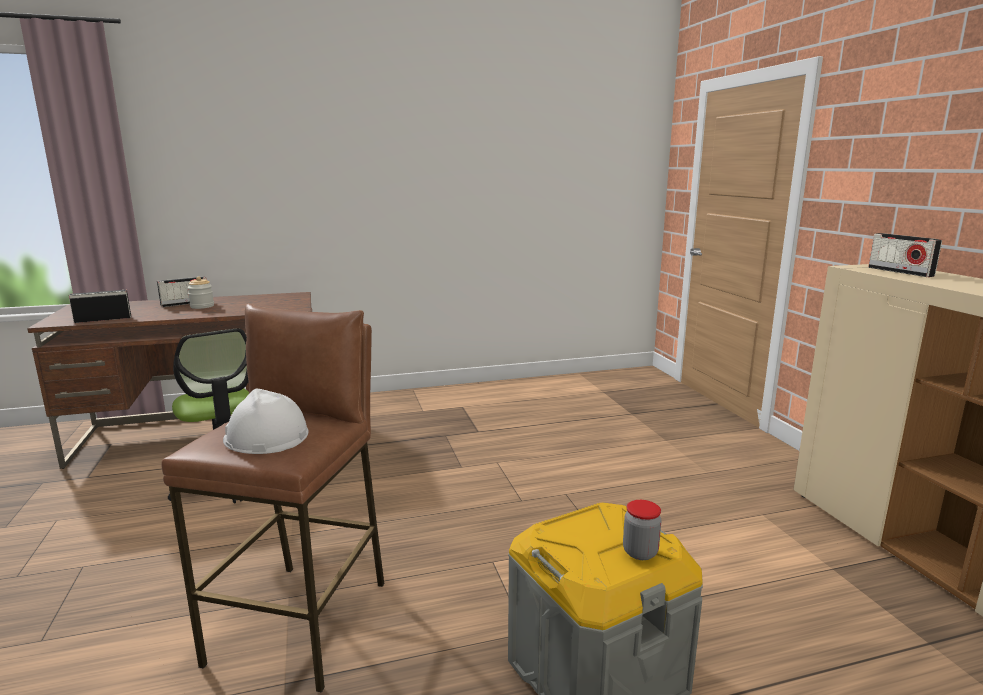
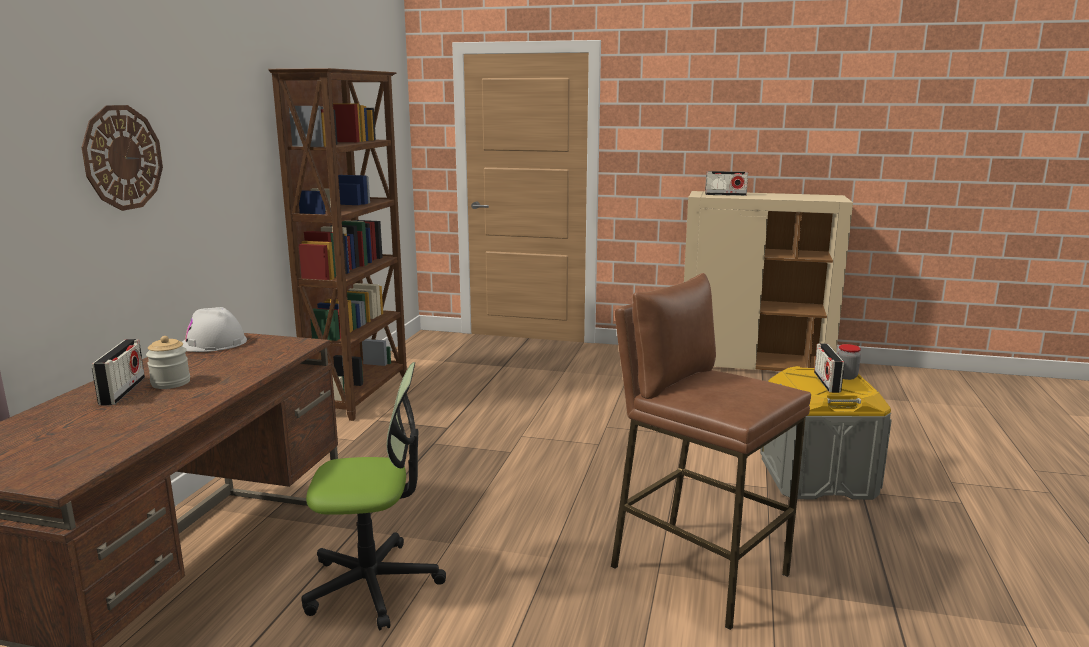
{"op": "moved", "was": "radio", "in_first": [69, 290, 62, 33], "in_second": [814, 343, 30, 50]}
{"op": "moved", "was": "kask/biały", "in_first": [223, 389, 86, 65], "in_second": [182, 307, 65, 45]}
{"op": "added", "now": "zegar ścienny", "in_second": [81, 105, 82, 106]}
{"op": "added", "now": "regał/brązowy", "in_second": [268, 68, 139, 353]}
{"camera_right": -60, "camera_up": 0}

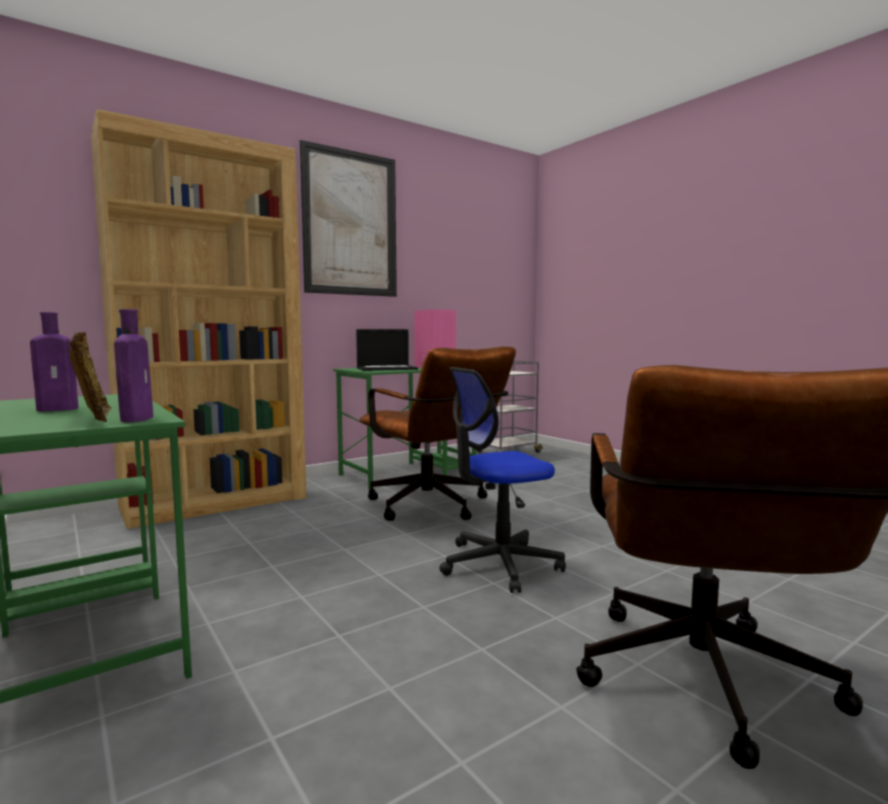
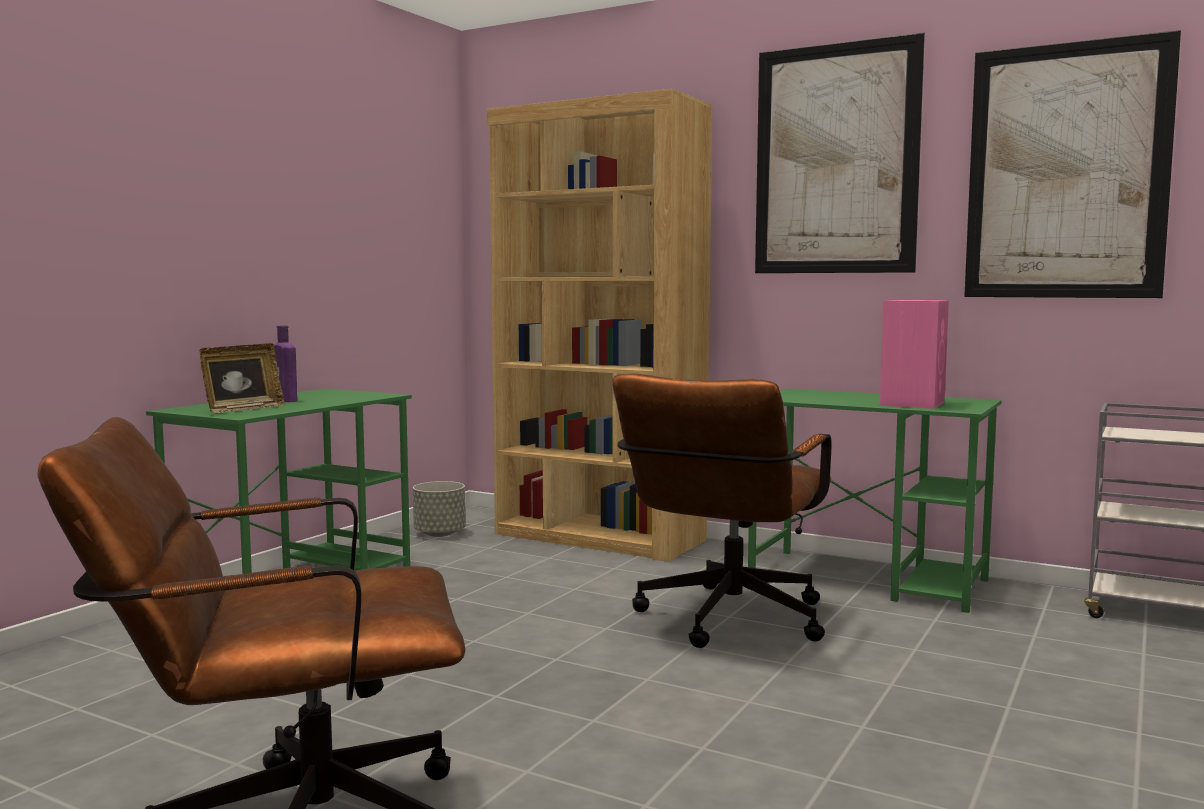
{"op": "removed", "was": "butelka/fioletowy", "in_first": [114, 309, 39, 113]}
{"op": "removed", "was": "laptop", "in_first": [356, 329, 62, 42]}
{"op": "removed", "was": "krzesło biurowe", "in_first": [439, 367, 127, 226]}
{"op": "added", "now": "donica/szary", "in_second": [413, 481, 53, 56]}
{"op": "added", "now": "obraz", "in_second": [964, 30, 217, 268]}
{"camera_right": 65, "camera_up": 0}

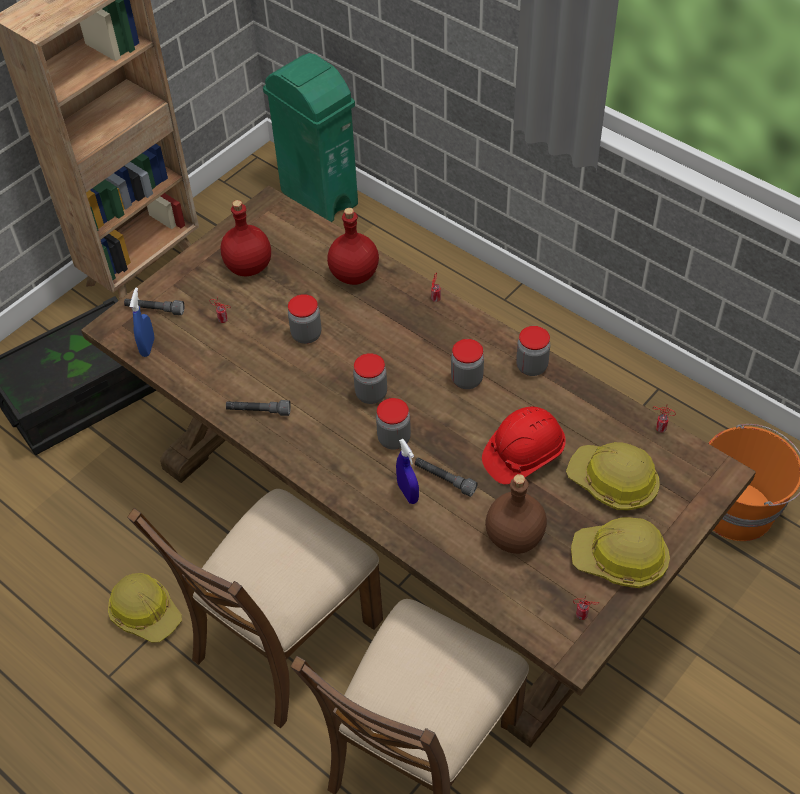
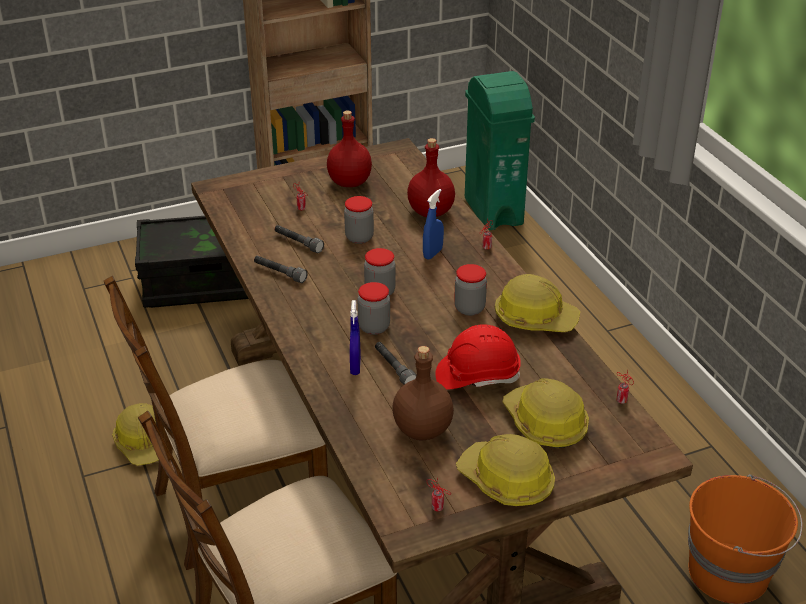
{"op": "moved", "was": "latarka/szary", "in_first": [124, 299, 60, 16], "in_second": [275, 225, 49, 28]}
{"op": "moved", "was": "spryskiwacz/niebieski", "in_first": [130, 288, 25, 69], "in_second": [423, 189, 21, 71]}
{"op": "replaced", "was": "słoik", "now": "kask", "in_first": [516, 326, 34, 50], "in_second": [495, 274, 85, 58]}
{"camera_right": 25, "camera_up": -15}

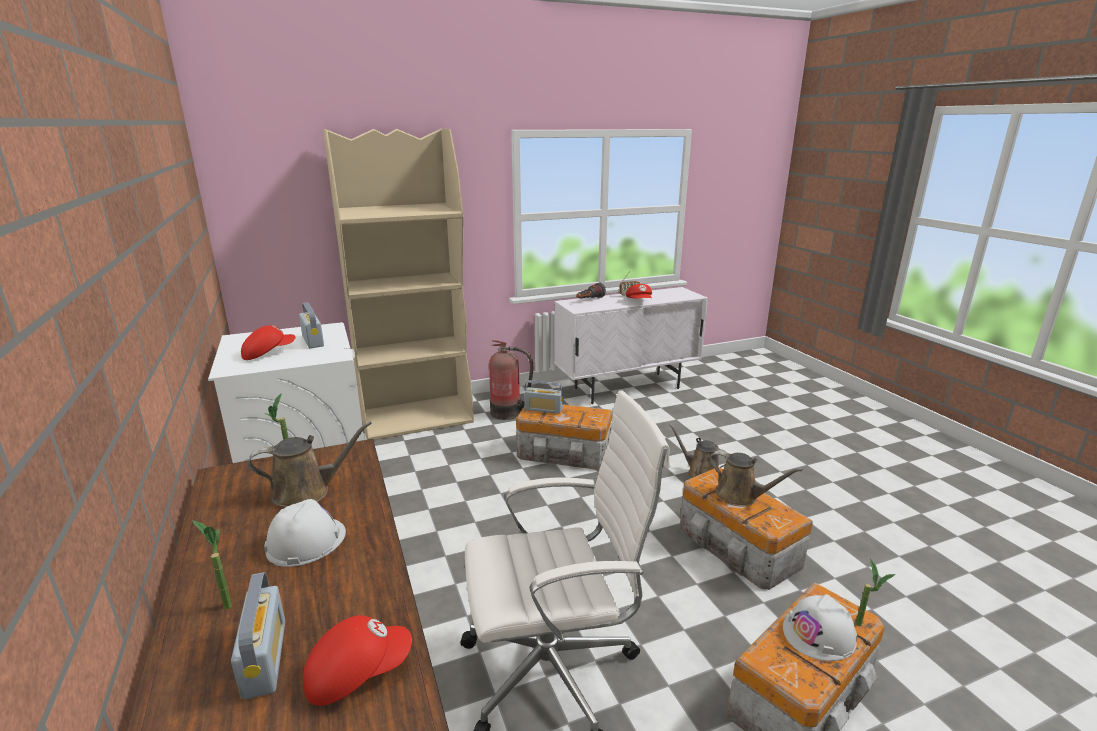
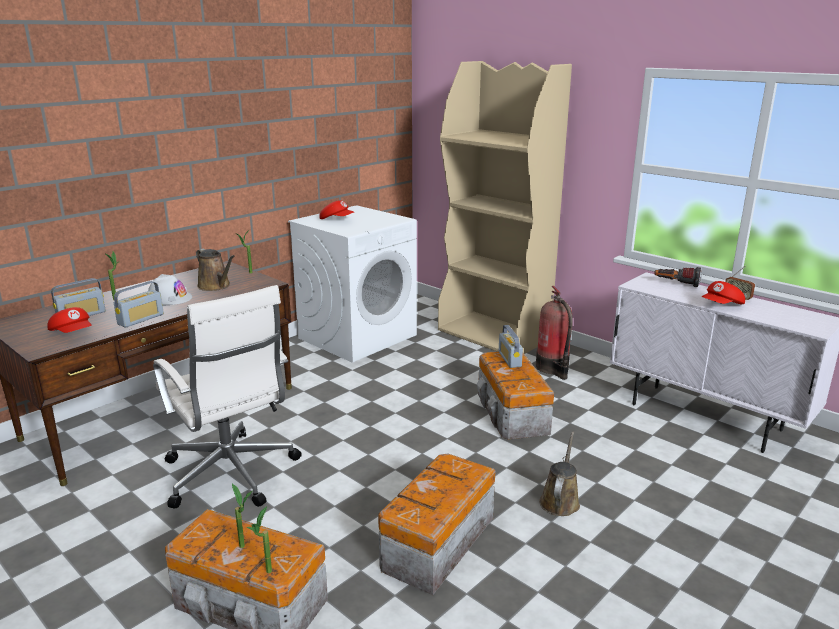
{"op": "moved", "was": "radio", "in_first": [299, 302, 25, 46], "in_second": [114, 281, 50, 47]}
{"op": "removed", "was": "konewka/brązowy", "in_first": [709, 451, 94, 56]}
{"op": "replaced", "was": "kask/biały", "now": "roślina doniczkowa", "in_first": [783, 594, 74, 67], "in_second": [232, 484, 20, 64]}
{"camera_right": 65, "camera_up": 0}

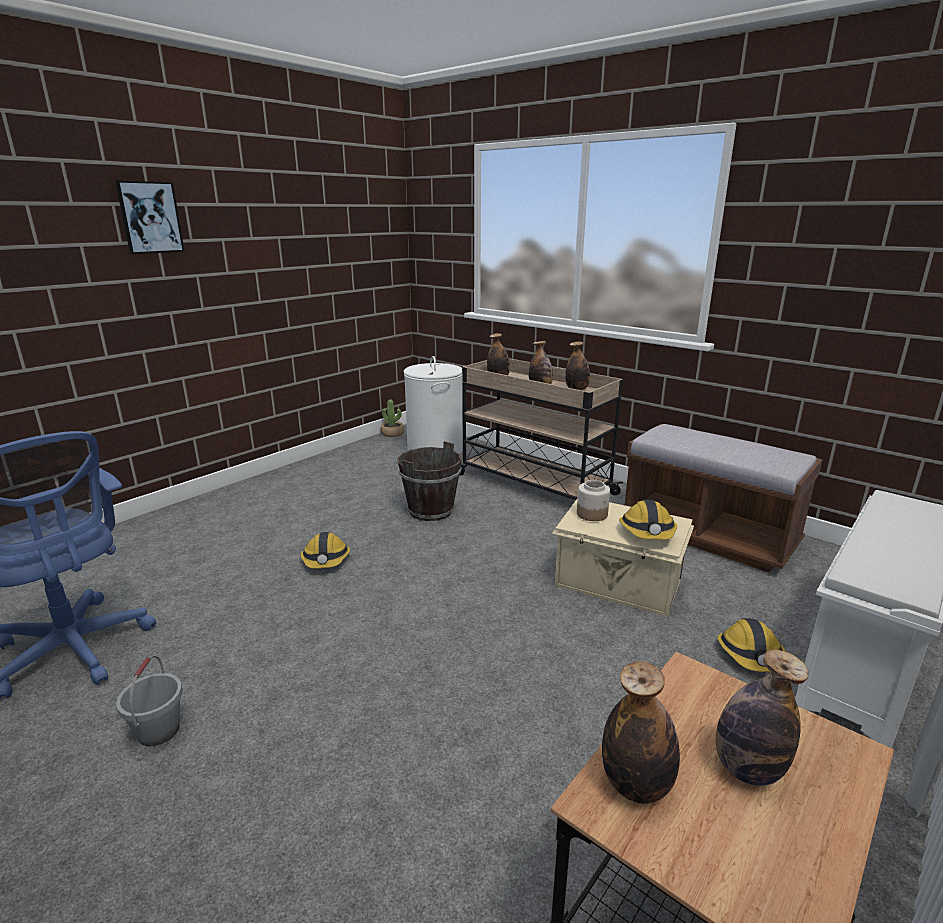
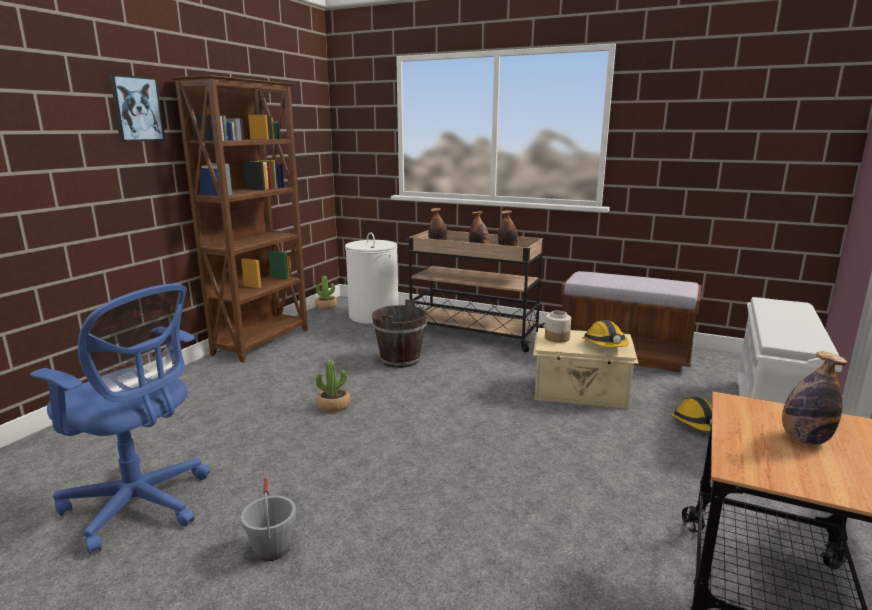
{"op": "replaced", "was": "kask", "now": "roślina doniczkowa", "in_first": [300, 532, 50, 37], "in_second": [316, 360, 34, 52]}
{"op": "removed", "was": "butelka", "in_first": [602, 661, 78, 143]}
{"op": "added", "now": "regał/brązowy", "in_second": [171, 75, 137, 287]}
{"camera_right": -15, "camera_up": -5}

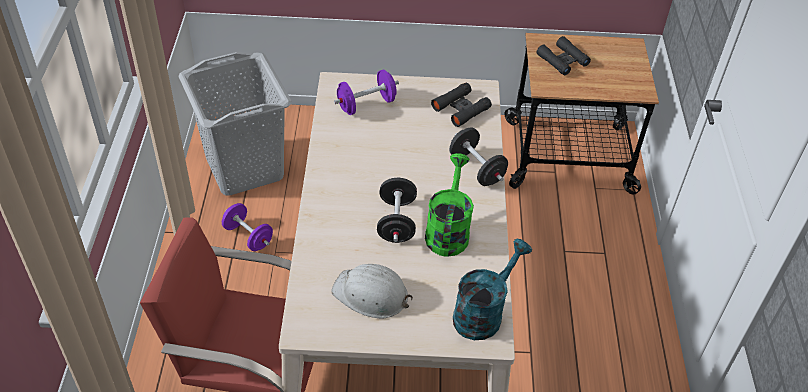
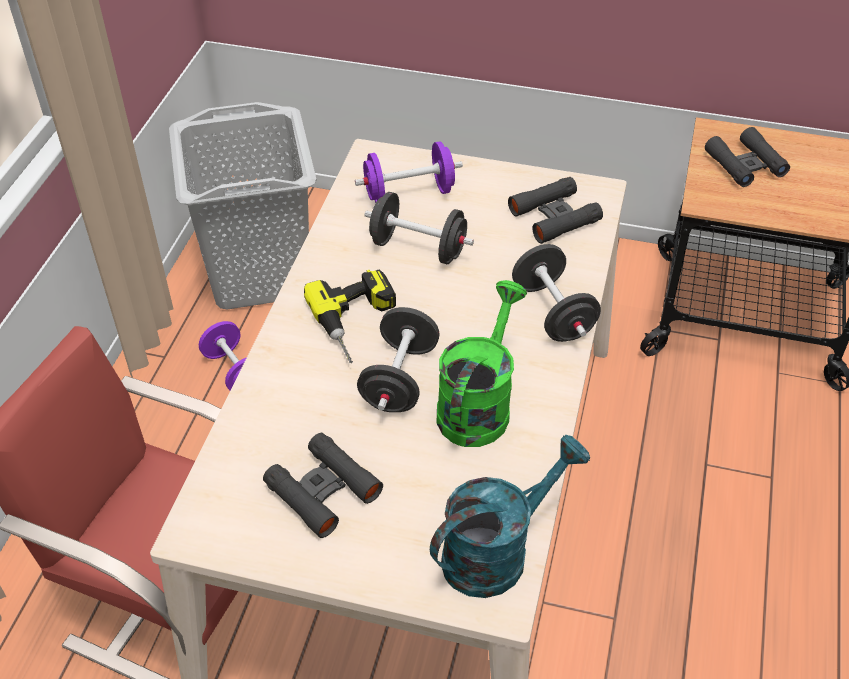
{"op": "replaced", "was": "kask/biały", "now": "lornetka/czarny", "in_first": [331, 264, 82, 54], "in_second": [263, 433, 120, 105]}
{"op": "added", "now": "wiertarka", "in_second": [304, 270, 92, 93]}
{"op": "added", "now": "hantel/czarny", "in_second": [364, 192, 110, 72]}
{"camera_right": 15, "camera_up": 0}

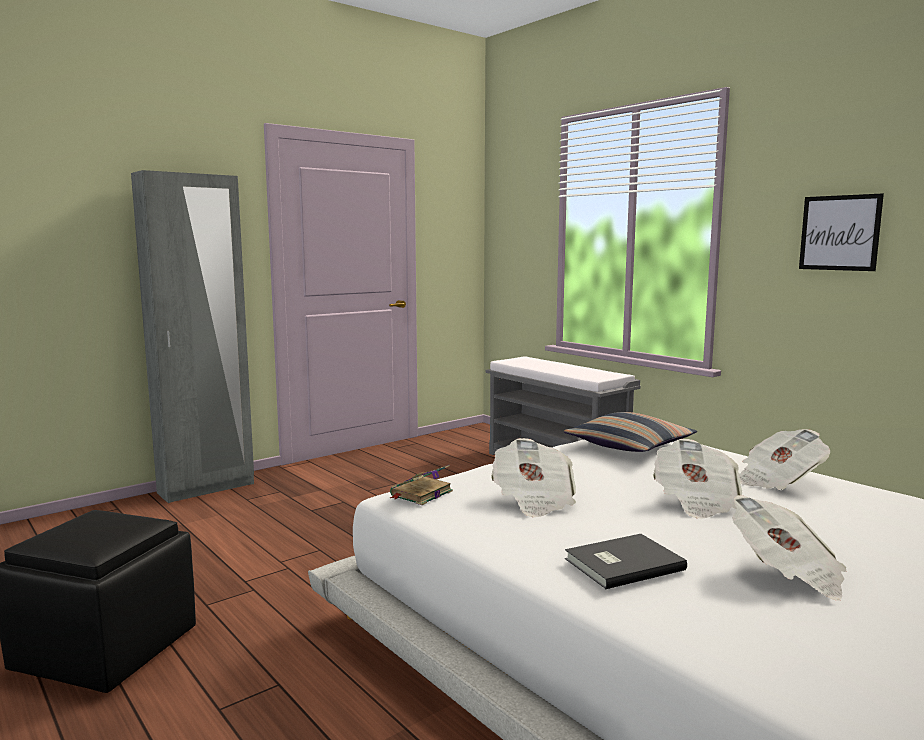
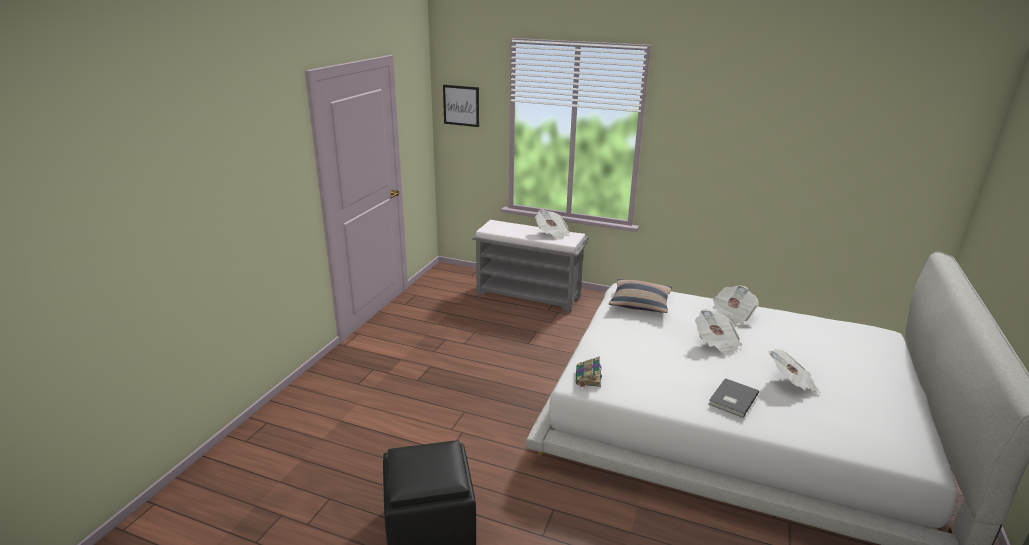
{"op": "removed", "was": "szafa/szary", "in_first": [131, 170, 123, 333]}
{"op": "moved", "was": "gazeta", "in_first": [491, 438, 85, 79], "in_second": [535, 210, 35, 30]}
{"op": "moved", "was": "obraz", "in_first": [799, 193, 85, 78], "in_second": [443, 85, 36, 42]}
{"camera_right": -30, "camera_up": 15}

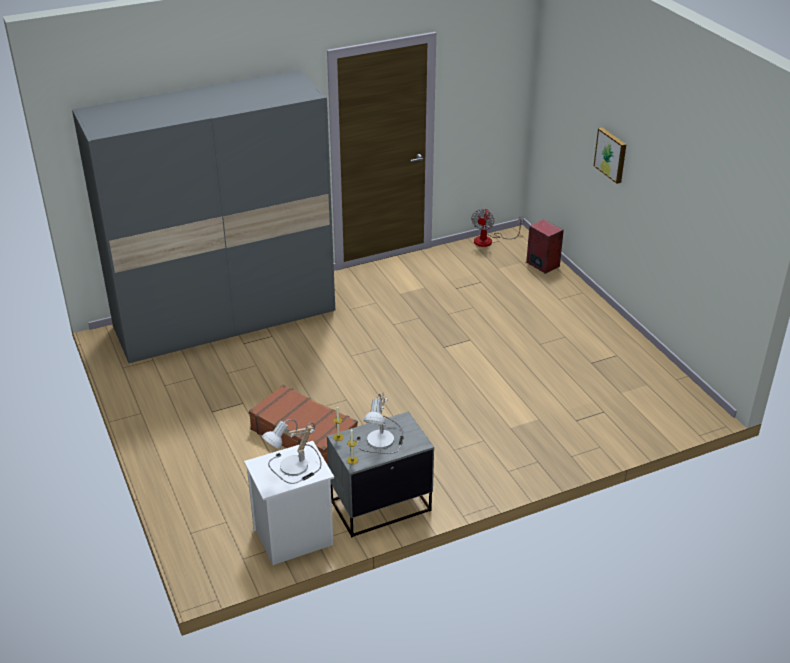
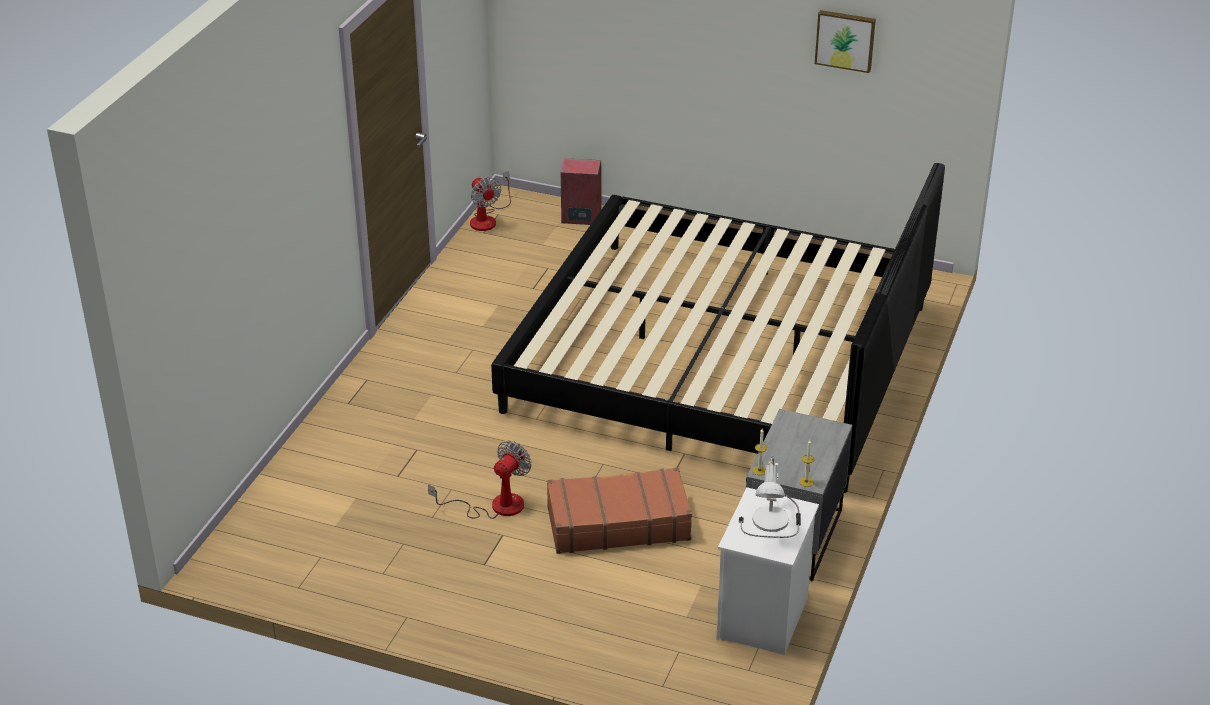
{"op": "removed", "was": "szafa/szary", "in_first": [72, 70, 263, 293]}
{"op": "removed", "was": "lampa stołowa", "in_first": [357, 392, 47, 62]}
{"op": "moved", "was": "obraz", "in_first": [594, 127, 32, 57], "in_second": [815, 10, 61, 63]}
{"op": "added", "now": "wentylator", "in_second": [428, 441, 103, 78]}
{"op": "added", "now": "łóżko", "in_second": [491, 163, 454, 330]}
{"camera_right": -45, "camera_up": 0}

